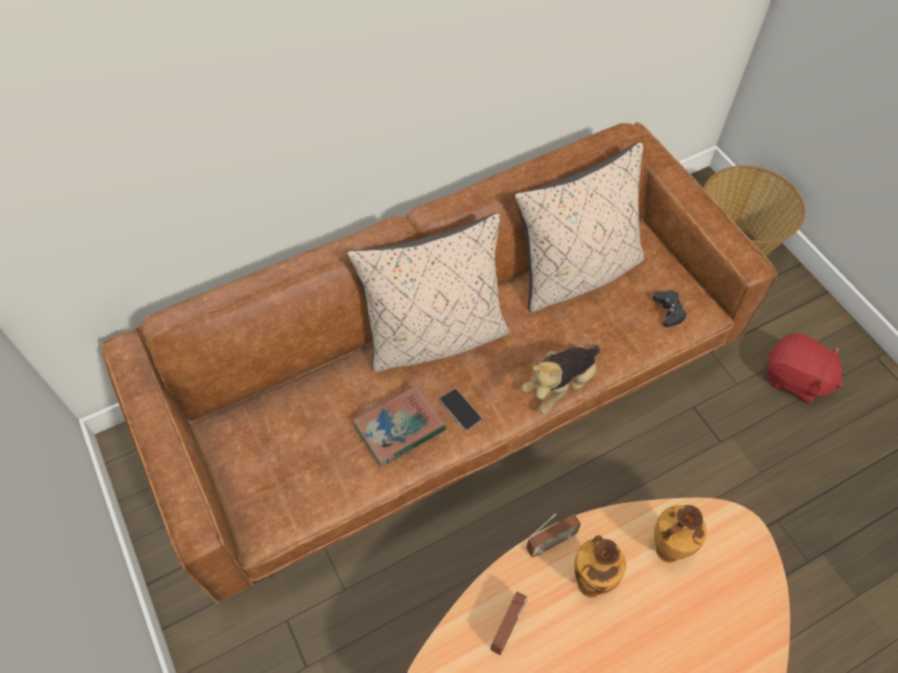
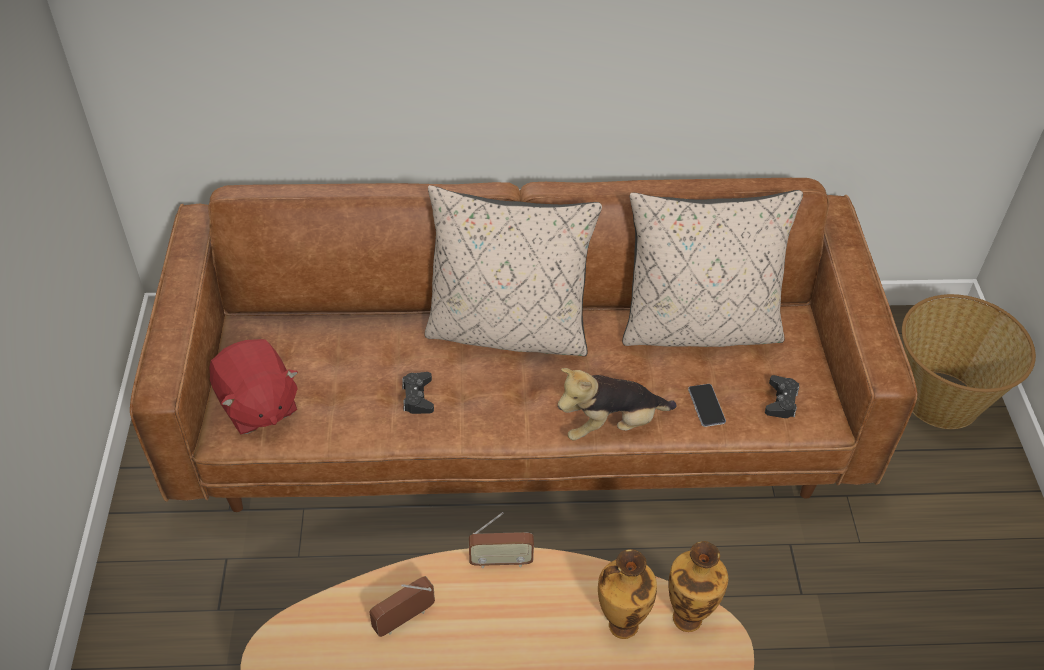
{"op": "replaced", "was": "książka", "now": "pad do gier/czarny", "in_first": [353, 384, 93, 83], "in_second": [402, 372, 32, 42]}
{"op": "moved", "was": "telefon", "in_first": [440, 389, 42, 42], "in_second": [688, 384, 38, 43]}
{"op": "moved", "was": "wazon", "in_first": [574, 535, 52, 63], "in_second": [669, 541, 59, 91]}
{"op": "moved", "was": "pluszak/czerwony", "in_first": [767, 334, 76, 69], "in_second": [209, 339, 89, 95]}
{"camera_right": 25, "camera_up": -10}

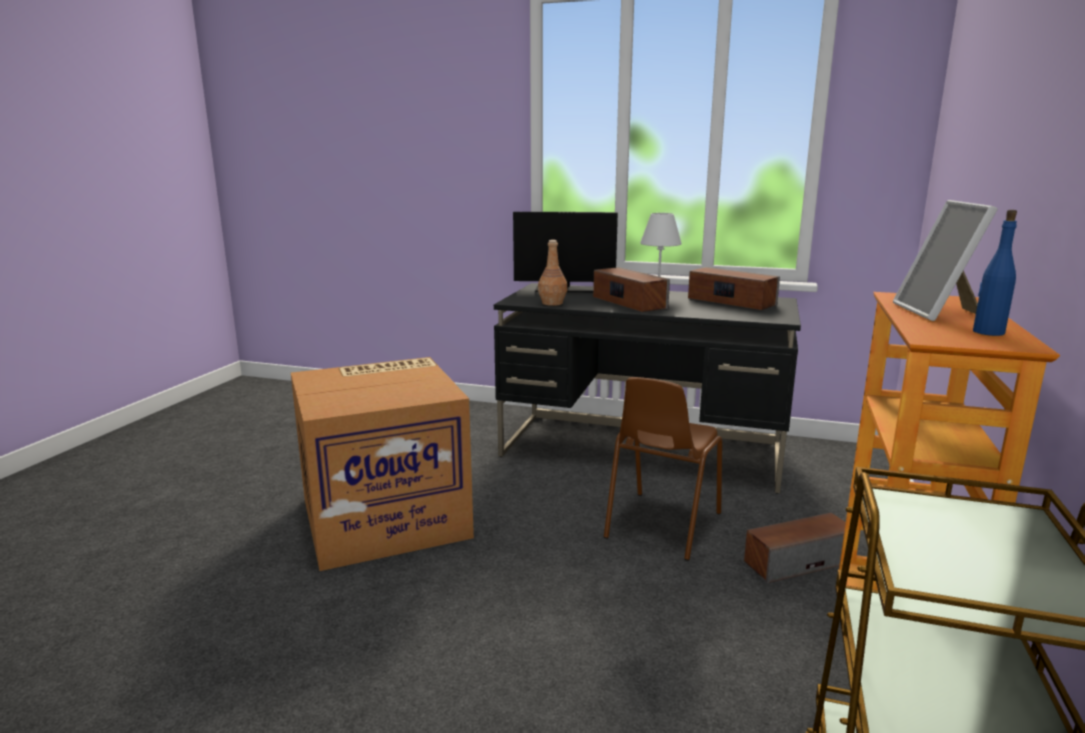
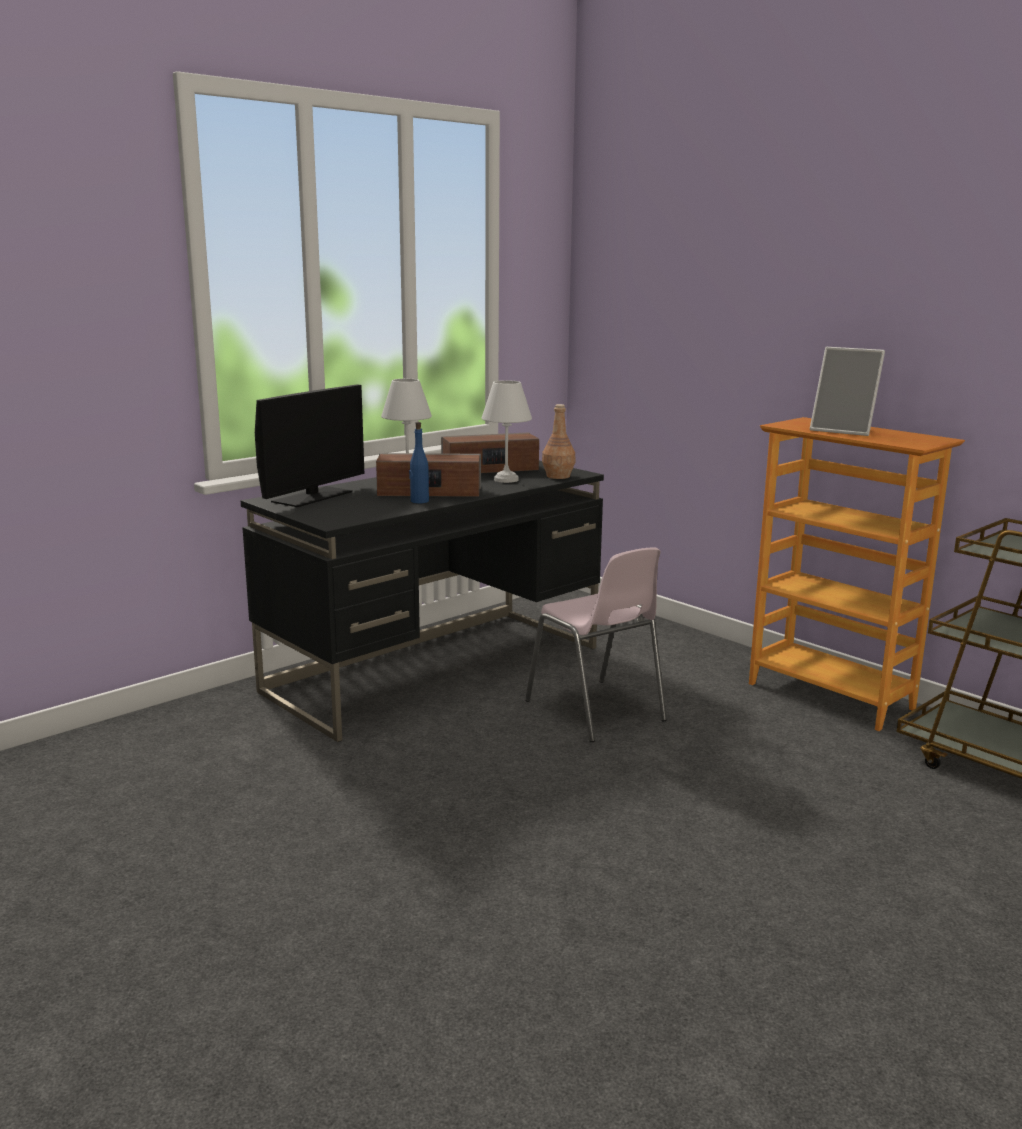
{"op": "removed", "was": "karton", "in_first": [291, 357, 183, 214]}
{"op": "moved", "was": "butelka/brązowy", "in_first": [538, 240, 29, 66], "in_second": [542, 404, 33, 75]}
{"op": "recoloured", "was": "krzesło/brązowy", "now": "krzesło/różowy", "in_first": [604, 377, 118, 184], "in_second": [525, 548, 142, 194]}
{"op": "removed", "was": "głośnik", "in_first": [744, 513, 102, 70]}
{"op": "moved", "was": "butelka/niebieski", "in_first": [973, 210, 44, 126], "in_second": [409, 422, 20, 81]}
{"op": "added", "now": "lampa stołowa/biały", "in_second": [481, 380, 51, 103]}
{"camera_right": -60, "camera_up": 0}

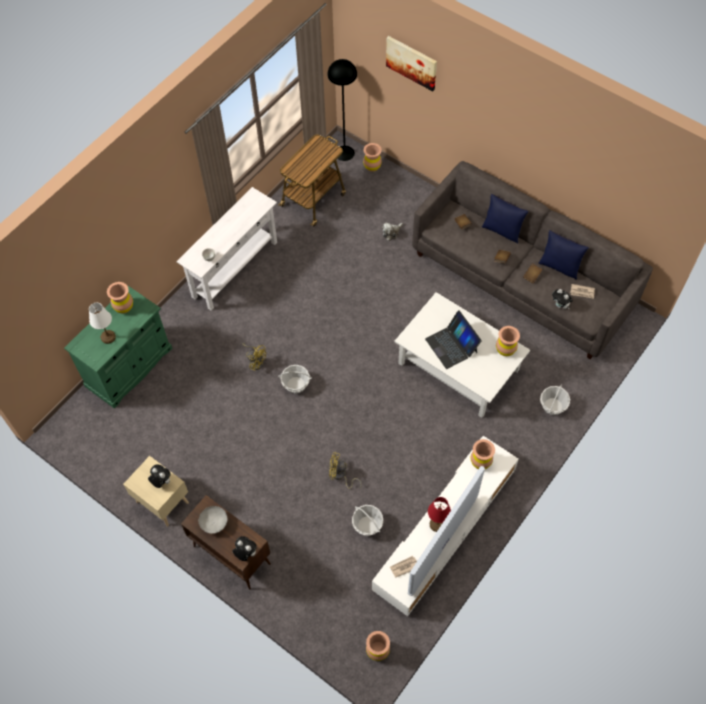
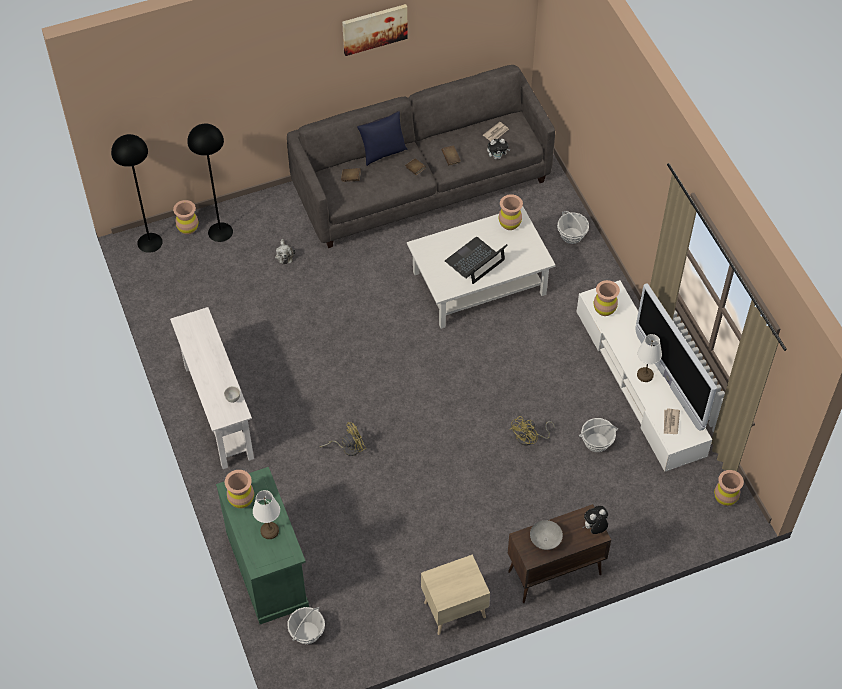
{"op": "removed", "was": "pluszak", "in_first": [148, 464, 23, 24]}
{"op": "removed", "was": "wózek", "in_first": [278, 134, 68, 93]}
{"op": "moved", "was": "koszyk", "in_first": [278, 365, 34, 28], "in_second": [288, 607, 37, 37]}
{"op": "moved", "was": "obraz", "in_first": [386, 36, 51, 55], "in_second": [342, 4, 66, 52]}
{"op": "turned", "was": "laptop", "in_first": [425, 310, 57, 59], "in_second": [445, 237, 63, 47], "clockwise": 135}
{"op": "recoloured", "was": "lampa stołowa/czerwony", "now": "lampa stołowa/biały", "in_first": [428, 497, 23, 35], "in_second": [637, 334, 25, 48]}
{"op": "removed", "was": "poduszka/niebieski", "in_first": [538, 230, 51, 50]}
{"op": "added", "now": "lampa stojąca/czarny", "in_second": [187, 124, 46, 118]}
{"camera_right": -60, "camera_up": -5}

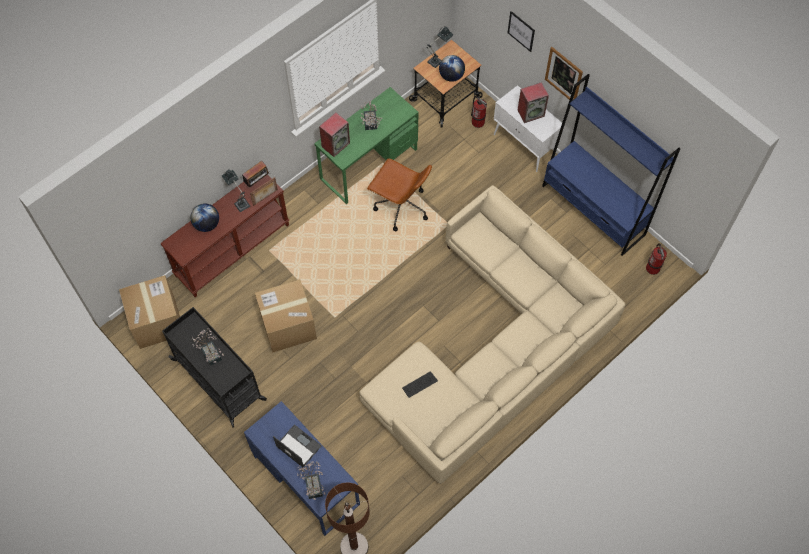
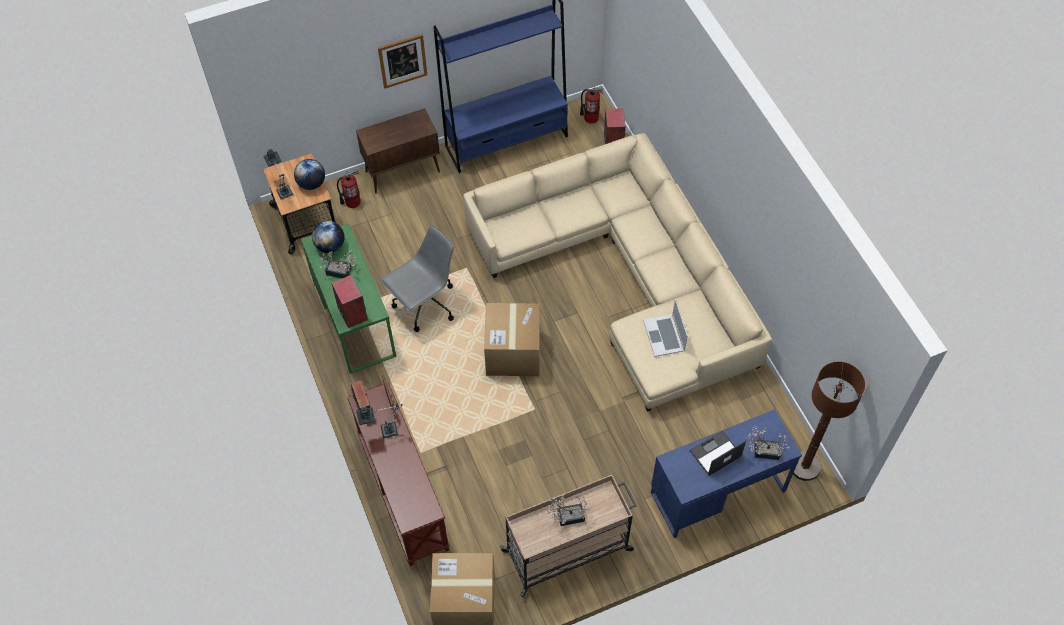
{"op": "recoloured", "was": "wózek/czarny", "now": "wózek/beżowy", "in_first": [162, 307, 105, 121], "in_second": [499, 475, 138, 122]}
{"op": "moved", "was": "globus", "in_first": [190, 203, 29, 29], "in_second": [312, 221, 33, 32]}
{"op": "moved", "was": "karton", "in_first": [255, 279, 62, 74], "in_second": [484, 303, 56, 73]}
{"op": "recoloured", "was": "krzesło biurowe/brązowy", "now": "krzesło biurowe/szary", "in_first": [367, 158, 65, 73], "in_second": [381, 225, 73, 107]}
{"op": "replaced", "was": "klawiatura", "now": "laptop", "in_first": [402, 372, 36, 26], "in_second": [643, 299, 45, 58]}
{"op": "recoloured", "was": "szafka/biały", "now": "szafka/brązowy", "in_first": [494, 85, 70, 87], "in_second": [356, 108, 84, 86]}
{"op": "removed", "was": "obraz", "in_first": [508, 11, 27, 41]}
{"op": "moved", "was": "głośnik", "in_first": [517, 82, 32, 41], "in_second": [604, 108, 22, 36]}
{"camera_right": -70, "camera_up": -5}

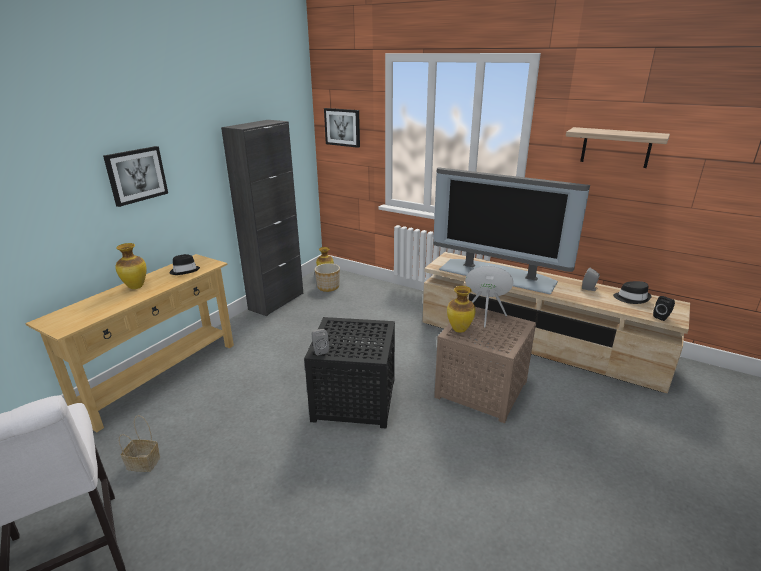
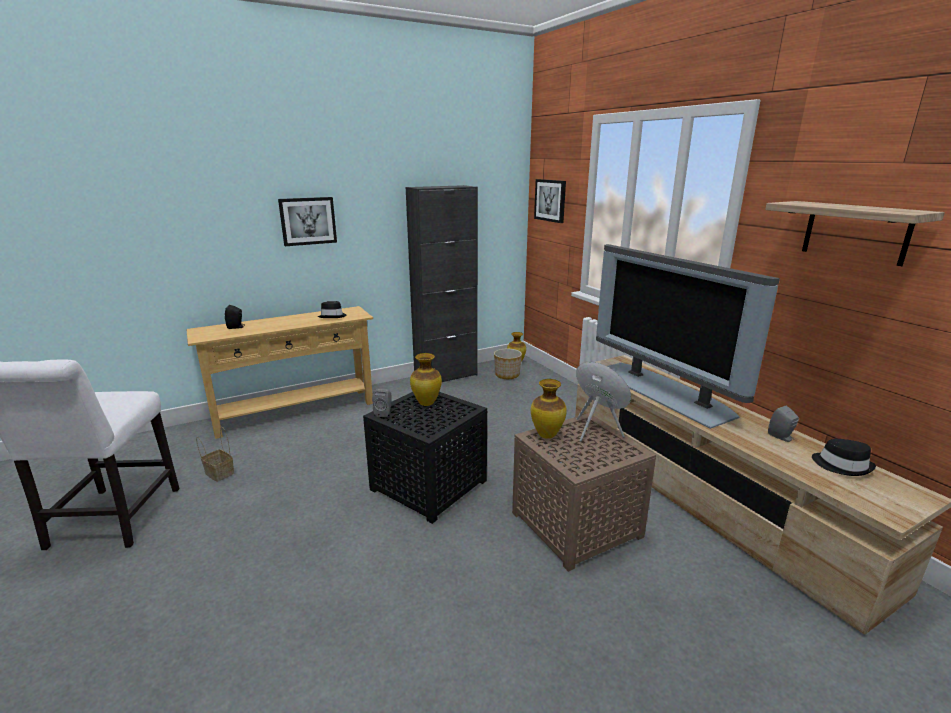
{"op": "moved", "was": "wazon", "in_first": [115, 243, 32, 46], "in_second": [410, 353, 32, 53]}
{"op": "moved", "was": "głośnik/czarny", "in_first": [653, 296, 22, 25], "in_second": [225, 305, 19, 24]}
{"camera_right": 30, "camera_up": -5}

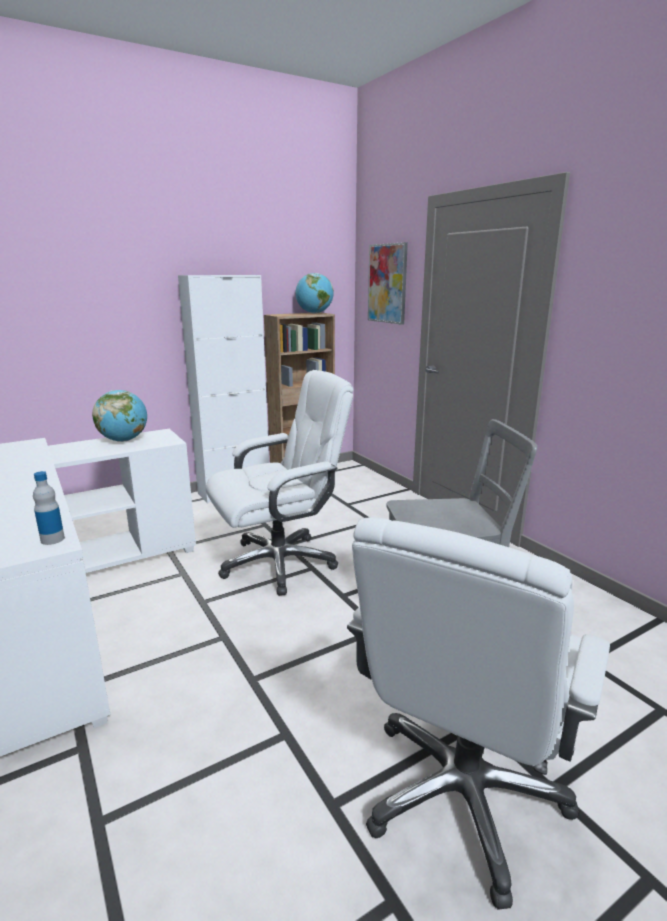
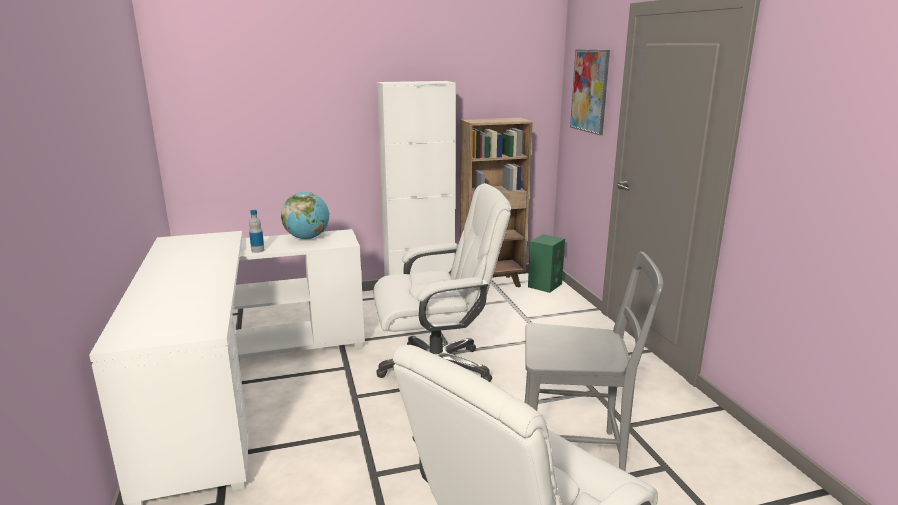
{"op": "moved", "was": "butelka", "in_first": [33, 471, 32, 74], "in_second": [249, 210, 16, 43]}
{"op": "removed", "was": "globus", "in_first": [296, 273, 38, 40]}
{"op": "added", "now": "głośnik/zielony", "in_second": [528, 234, 37, 59]}
{"camera_right": 15, "camera_up": 0}

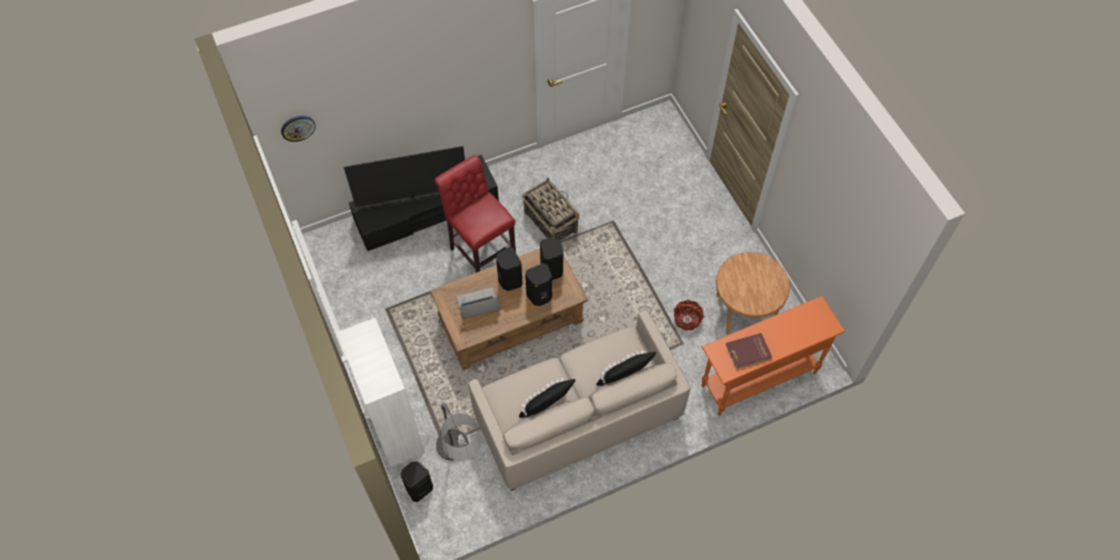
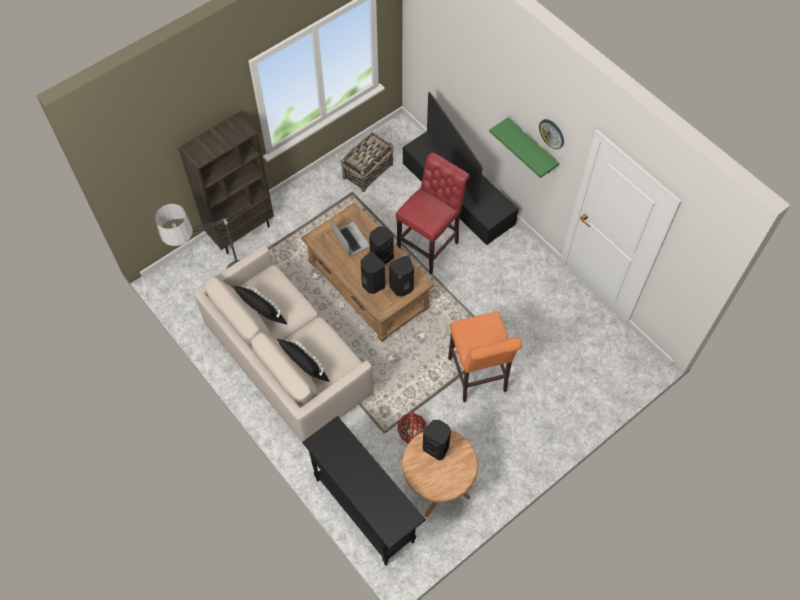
{"op": "moved", "was": "zegar ścienny", "in_first": [281, 116, 35, 26], "in_second": [539, 119, 25, 30]}
{"op": "recoloured", "was": "regał/biały", "now": "regał/brązowy", "in_first": [337, 318, 88, 149], "in_second": [178, 113, 96, 141]}
{"op": "moved", "was": "głośnik/czarny", "in_first": [400, 461, 33, 41], "in_second": [423, 420, 28, 40]}
{"op": "moved", "was": "koszyk", "in_first": [522, 178, 58, 63], "in_second": [341, 132, 53, 60]}
{"op": "recoloured", "was": "stolik konsolowy/pomarańczowy", "now": "stolik konsolowy/czarny", "in_first": [701, 296, 144, 120], "in_second": [302, 416, 124, 149]}
{"op": "removed", "was": "książka/czerwony", "in_first": [726, 333, 46, 36]}
{"op": "added", "now": "stołek/pomarańczowy", "in_second": [448, 311, 74, 91]}
{"op": "added", "now": "półka/zielony", "in_second": [489, 118, 70, 60]}
{"camera_right": 75, "camera_up": 0}

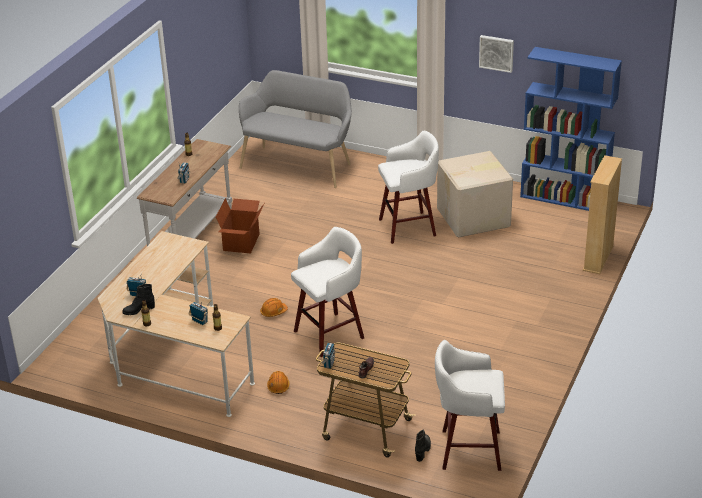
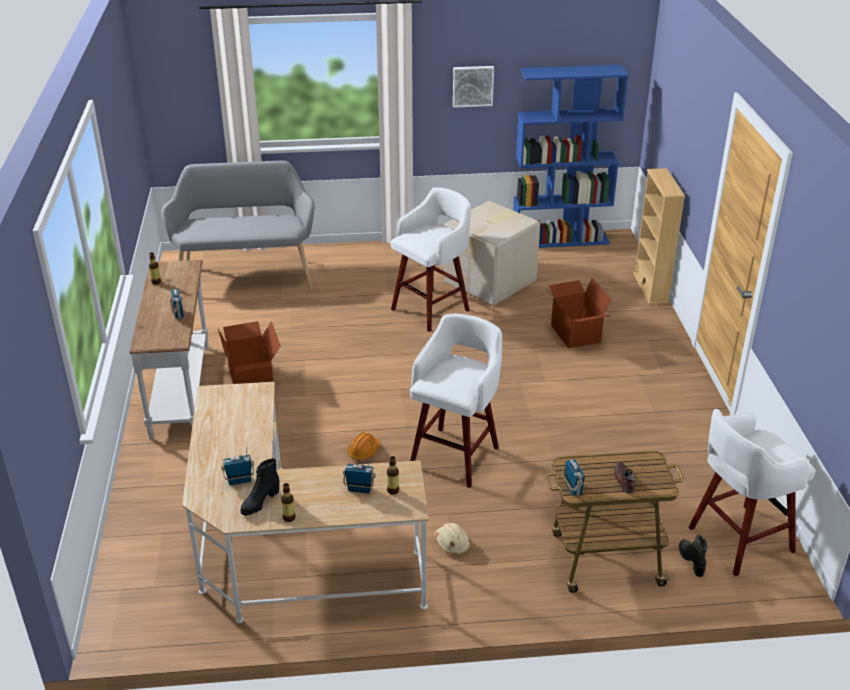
{"op": "recoloured", "was": "kask/pomarańczowy", "now": "kask/beżowy", "in_first": [267, 371, 23, 23], "in_second": [435, 523, 35, 32]}
{"op": "added", "now": "karton", "in_second": [545, 278, 66, 70]}
{"camera_right": -30, "camera_up": 0}

